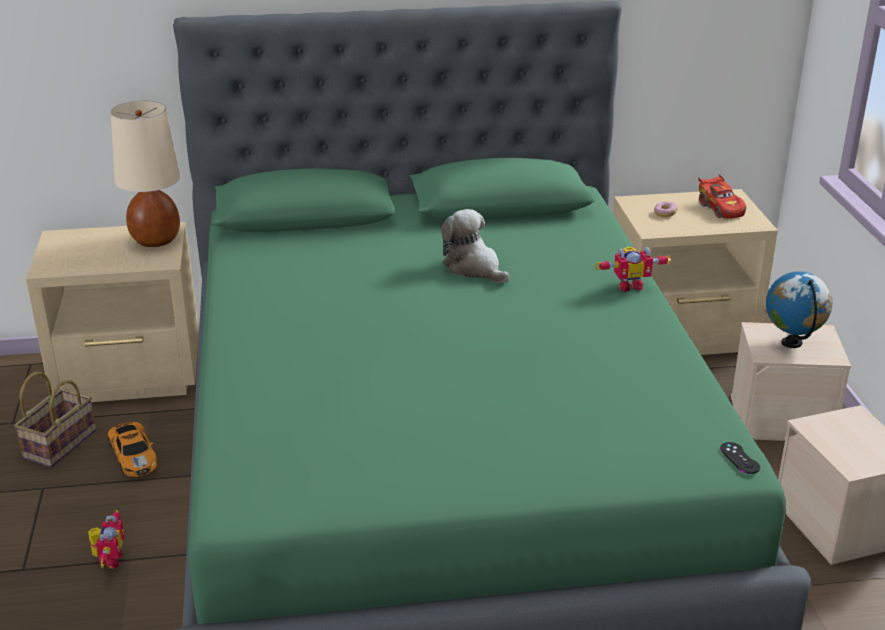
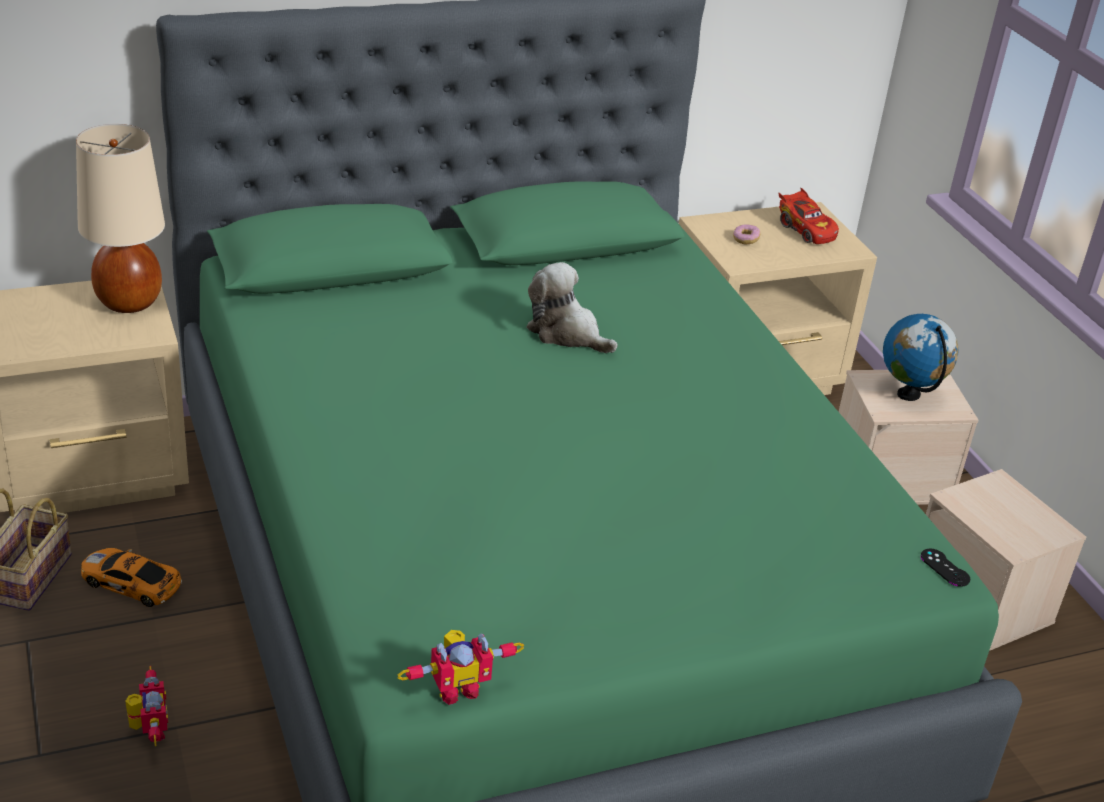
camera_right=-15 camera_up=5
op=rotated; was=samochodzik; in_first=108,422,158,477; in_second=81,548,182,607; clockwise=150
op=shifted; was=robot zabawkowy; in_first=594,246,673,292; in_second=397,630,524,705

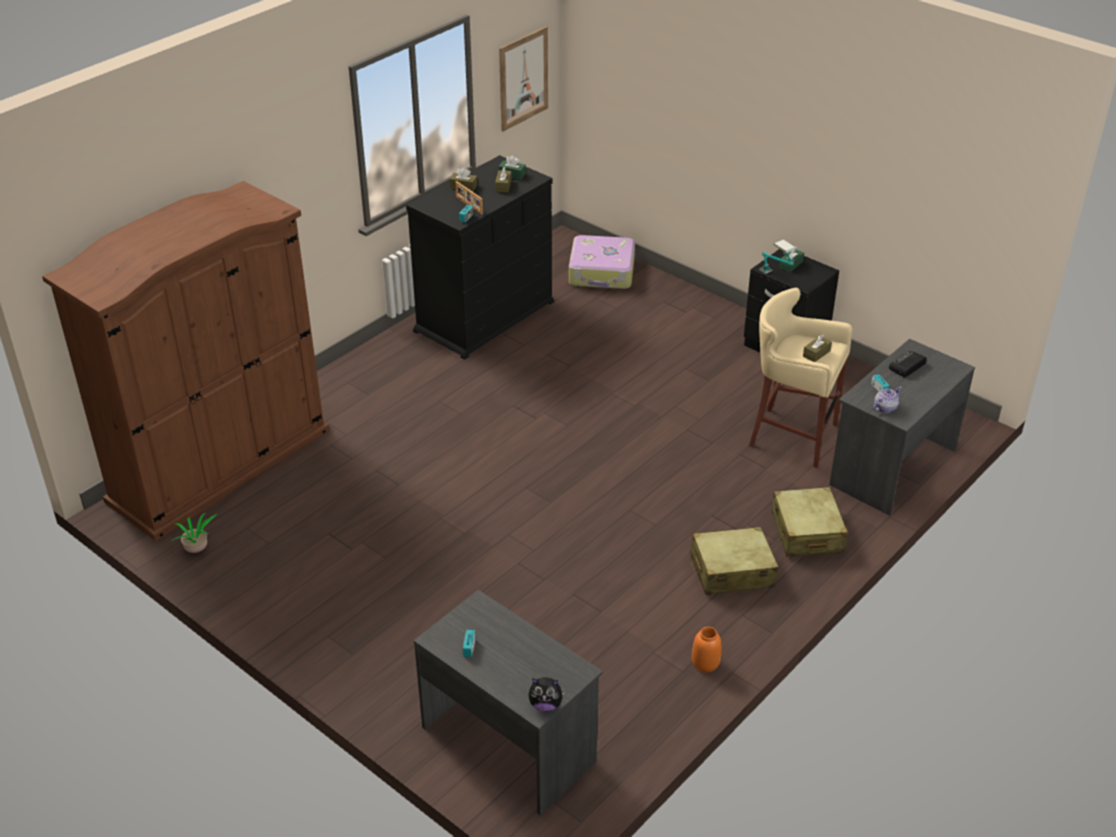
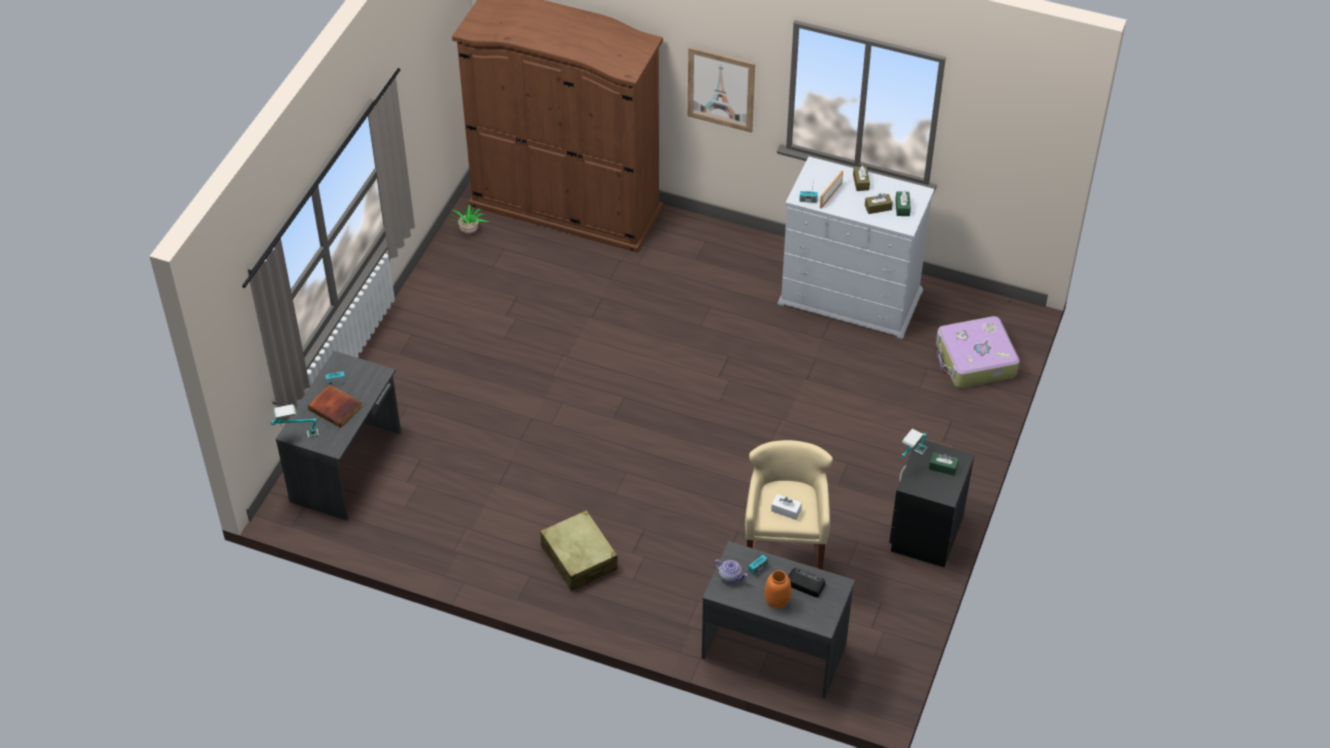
camera_right=70 camera_up=10
op=swapped; was=pluszak; now=lampa stołowa; in_first=528,677,566,712; in_second=271,404,319,438
op=new; now=książka; in_second=308,384,363,428
op=shifted; was=obraz; in_first=499,26,548,131; in_second=688,47,755,133
op=shifted; was=wazon [pomarańczowy]; in_first=692,627,722,673; in_second=765,570,791,609
op=repainted; was=pudełko chusteczek [brązowy]; now=pudełko chusteczek [biały]; in_first=803,334,832,362; in_second=771,494,802,520
op=repainted; was=komoda [czarny]; now=komoda [biały]; in_first=406,155,554,360; in_second=778,157,934,339
op=gone; was=walizka [beżowy]; in_first=772,487,848,557

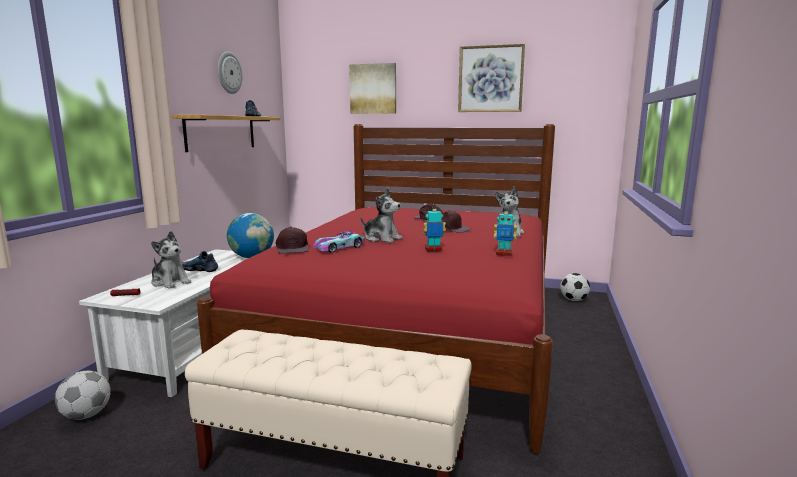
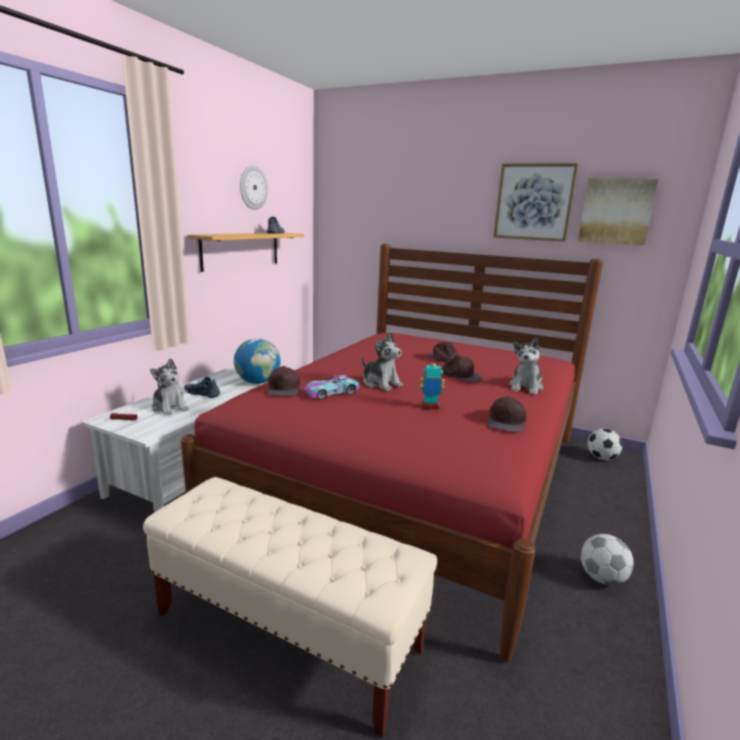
camera_right=10 camera_up=5
op=swapped; was=robot zabawkowy; now=czapka z daszkiem [brązowy]; in_first=494,210,517,256; in_second=487,396,527,432
op=shifted; was=obraz; in_first=349,63,396,114; in_second=578,178,658,245
op=shifted; was=piłka futbolowa; in_first=55,371,111,420; in_second=580,534,634,585

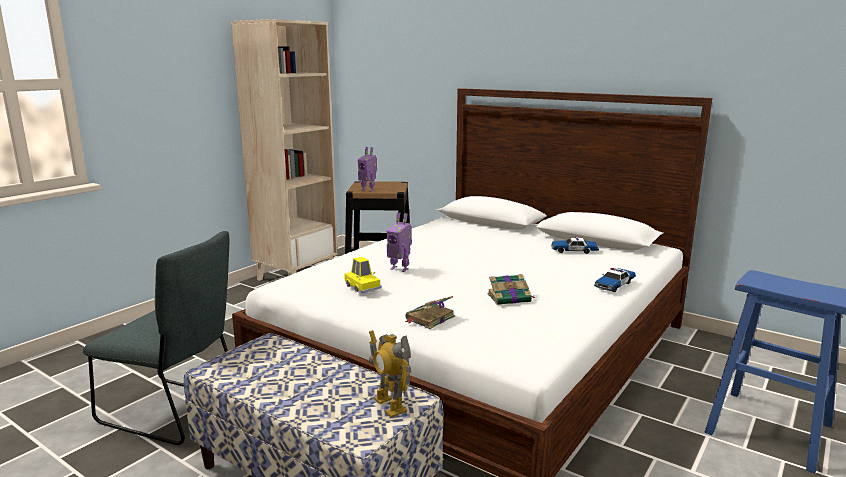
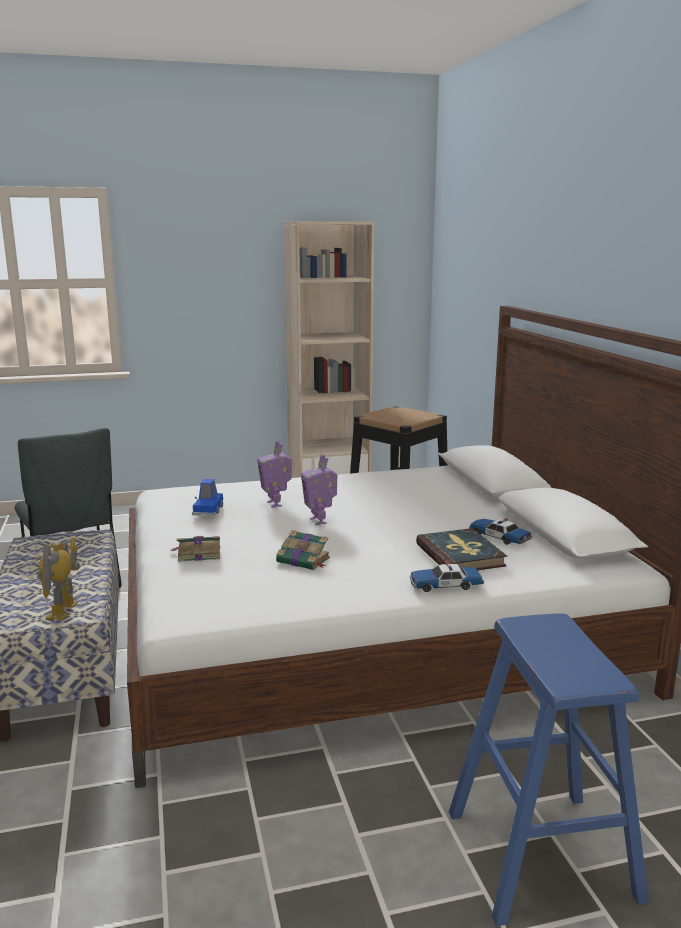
camera_right=40 camera_up=0
op=repainted; was=samochodzik [żółty]; now=samochodzik [niebieski]; in_first=344,257,381,293; in_second=192,479,223,516
op=shifted; was=robot zabawkowy; in_first=358,147,377,192; in_second=301,455,337,525
op=new; now=książka; in_second=416,528,507,570

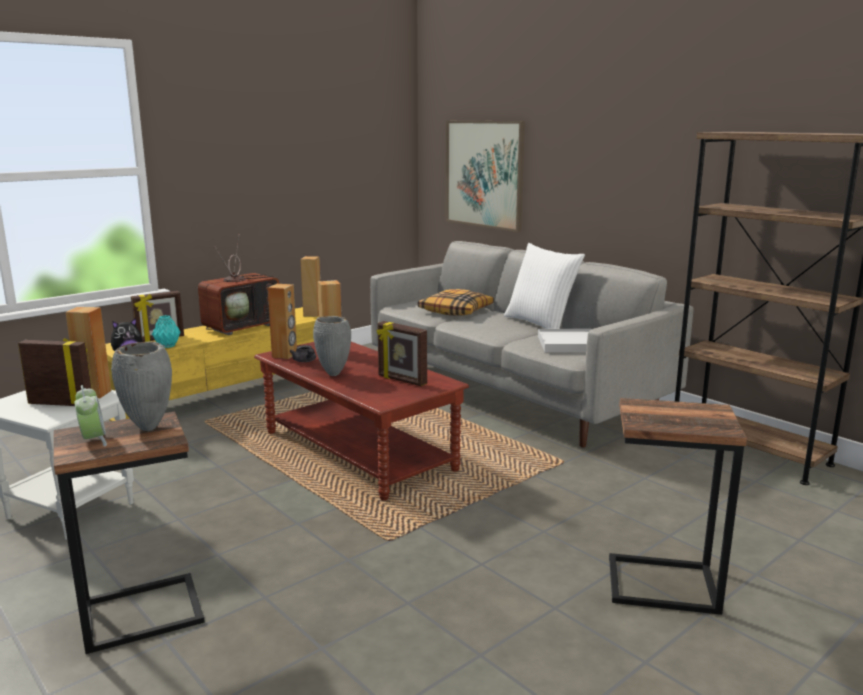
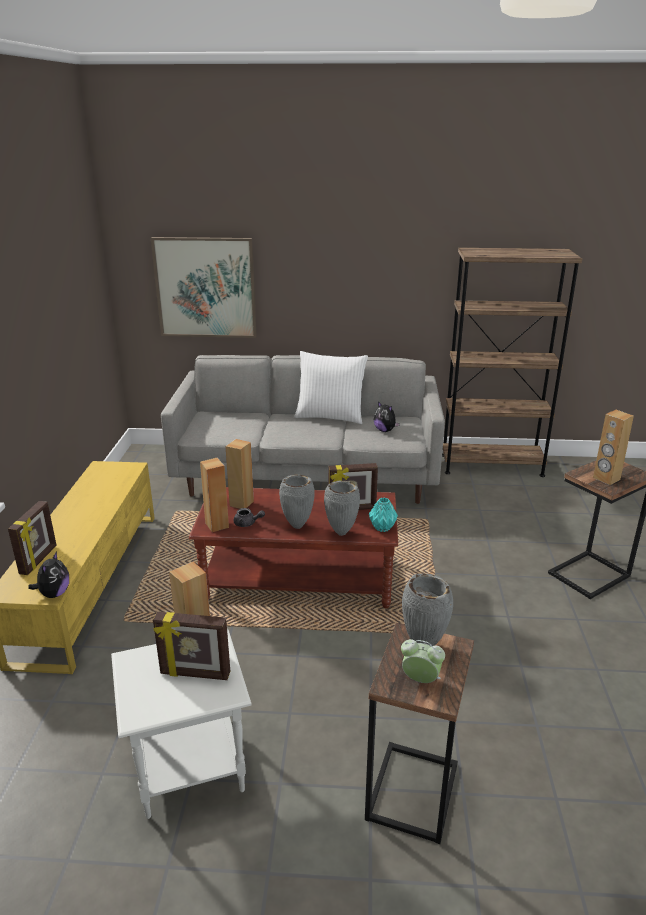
camera_right=-45 camera_up=10
op=rotated; was=ramka na zdjęcie; in_first=18,338,92,406; in_second=153,611,230,680; clockwise=-135
op=new; now=wazon [szary]; in_second=324,481,360,536
op=shifted; was=wazon [turkusowy]; in_first=152,315,181,348; in_second=369,498,398,532
op=swapped; was=taca [biały]; now=pluszak; in_first=538,329,591,353; in_second=374,401,400,432
op=shifted; was=głośnik [brązowy]; in_first=300,256,321,317; in_second=593,410,634,485
op=gone; was=telewizor; in_first=198,234,280,335
op=gone; was=poduszka; in_first=418,289,494,316

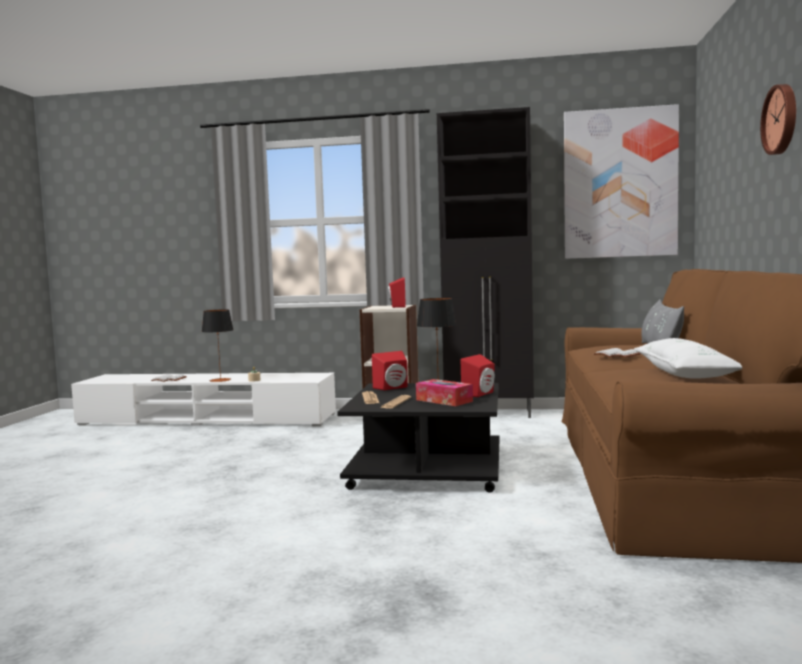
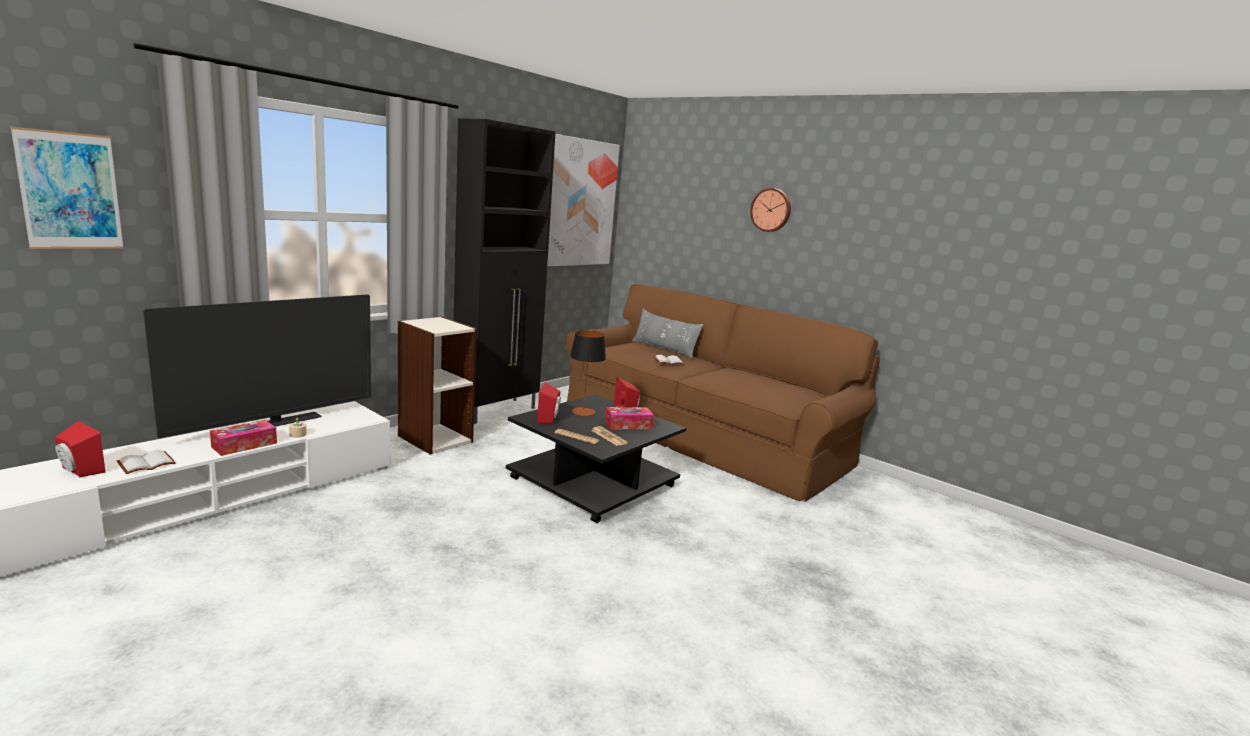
camera_right=-60 camera_up=10
op=new; now=obraz; in_second=10,126,124,249
op=shifted; was=głośnik [czerwony]; in_first=388,277,406,308; in_second=55,421,106,477
op=new; now=telewizor; in_second=143,294,371,438
op=swapped; was=lampa stołowa; now=pudełko chusteczek; in_first=202,309,233,382; in_second=210,420,277,456
op=gone; was=poduszka [biały]; in_first=634,338,742,379

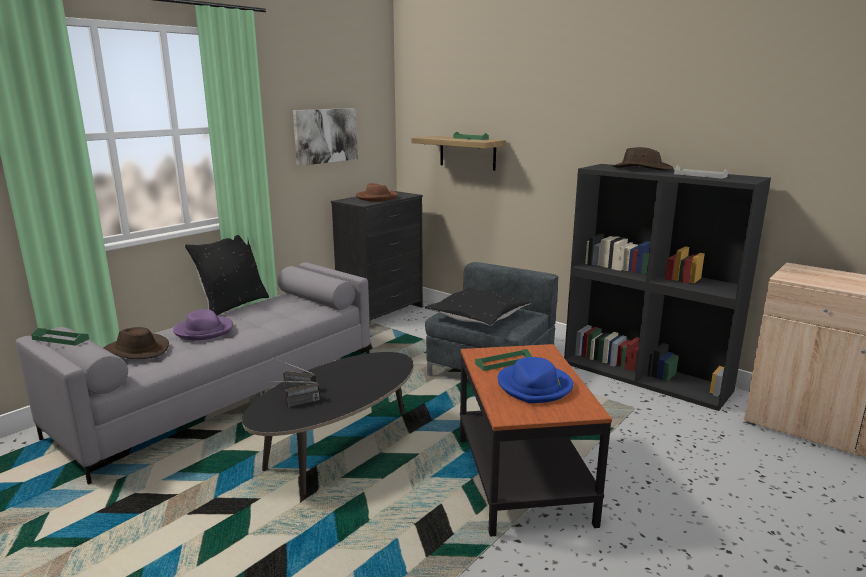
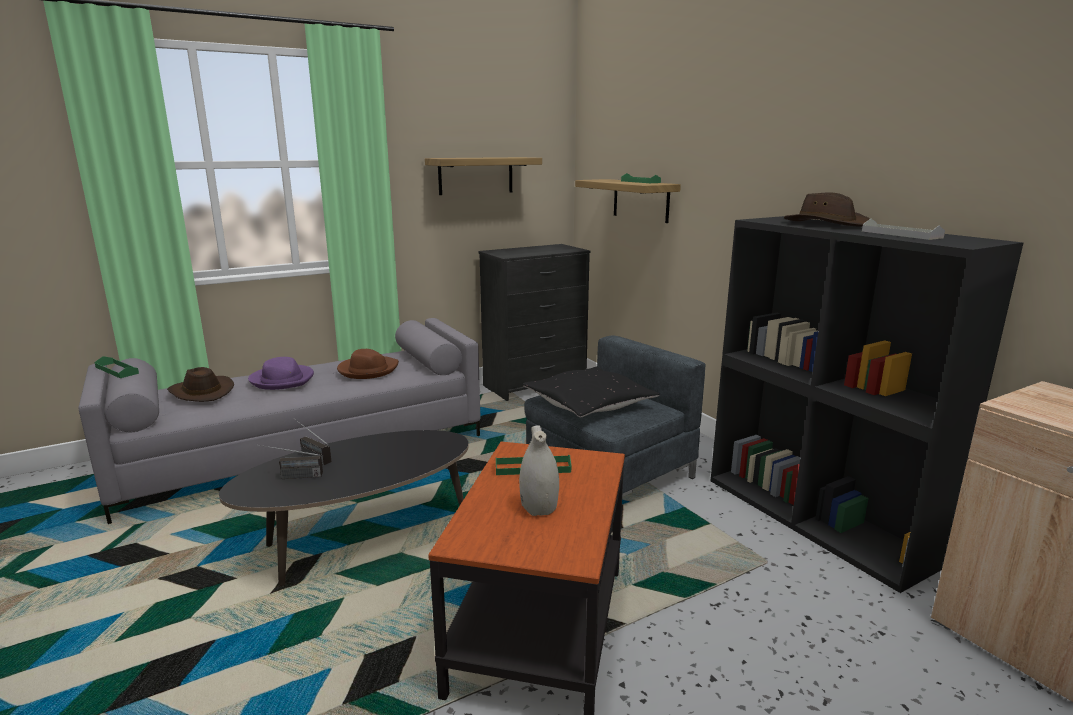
camera_right=20 camera_up=0
op=shifted; was=kapelusz [brązowy]; in_first=356,183,398,201; in_second=337,349,399,379
op=swapped; was=obraz; now=półka; in_first=293,108,358,166; in_second=425,157,542,195
op=swapped; was=kapelusz [niebieski]; now=wazon [biały]; in_first=498,357,573,403; in_second=519,426,559,516
op=gone; was=poduszka [czarny]; in_first=185,235,269,315

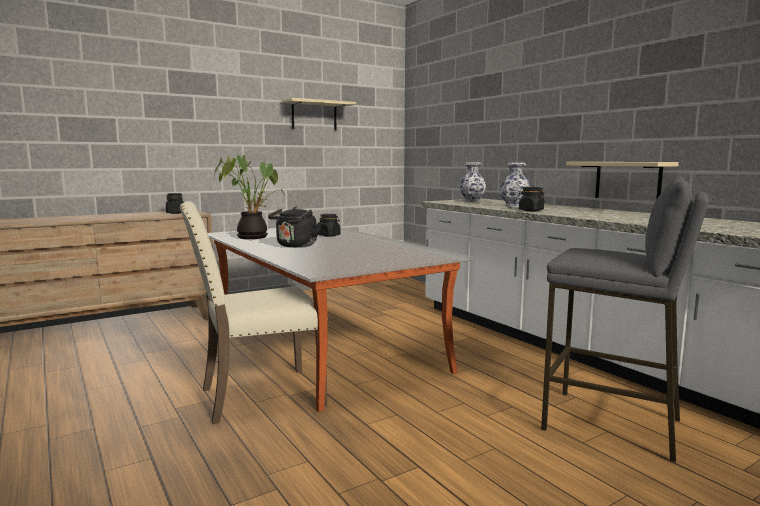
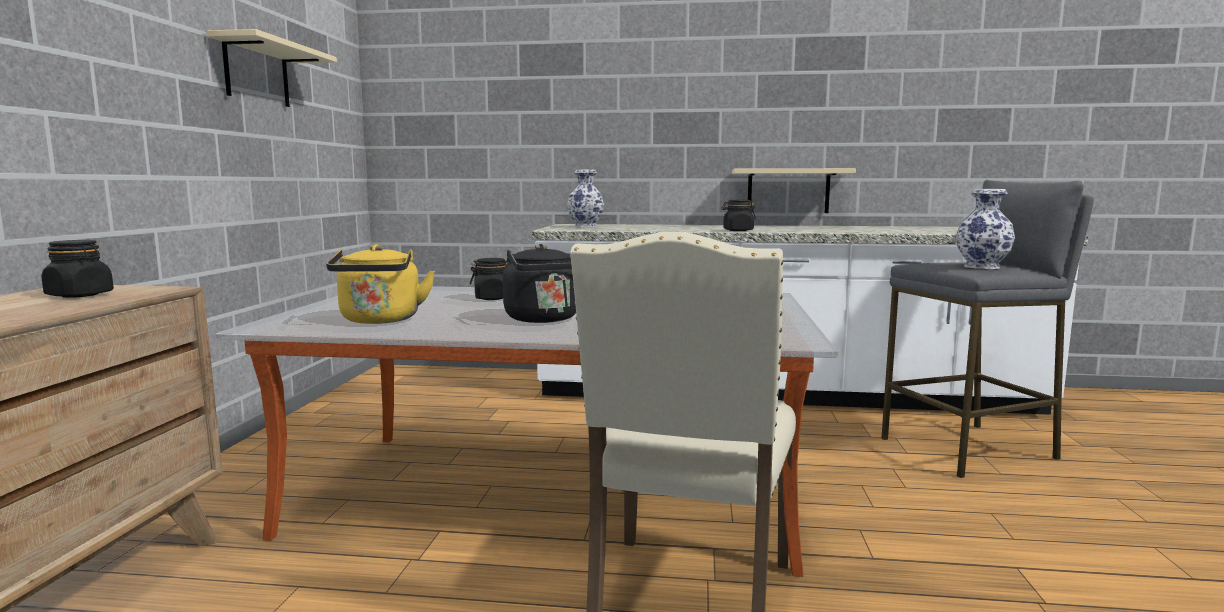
camera_right=-50 camera_up=0
op=swapped; was=roślina doniczkowa; now=czajnik [żółty]; in_first=214,155,285,239; in_second=326,244,435,324
op=shifted; was=wazon; in_first=500,163,531,207; in_second=956,189,1015,269

